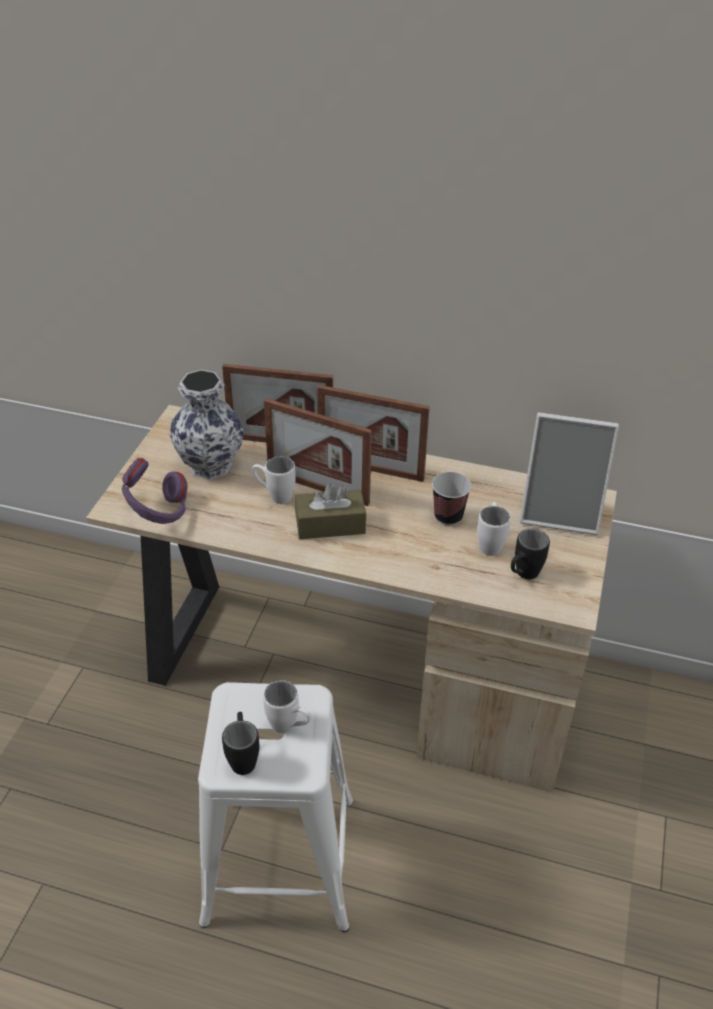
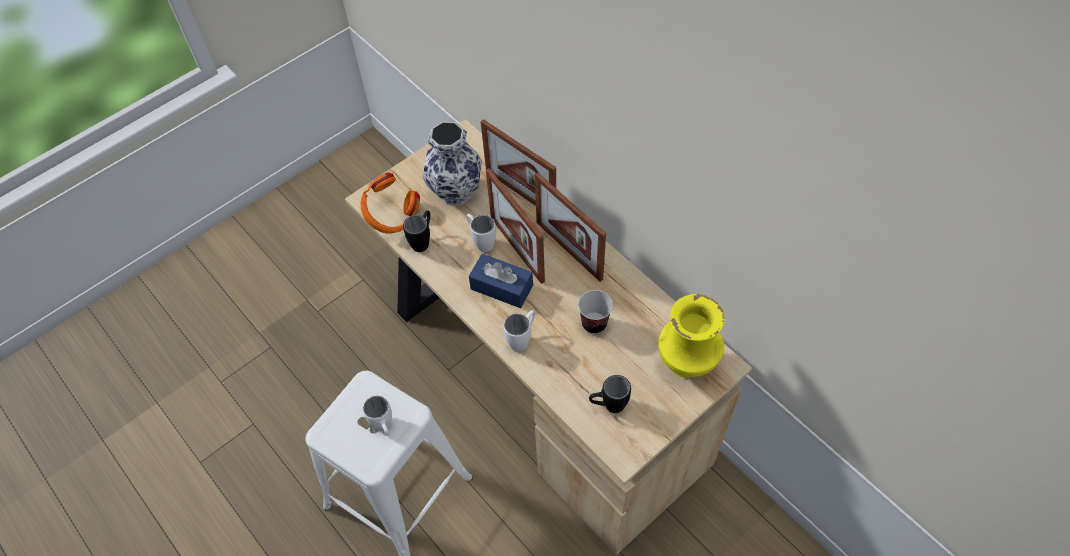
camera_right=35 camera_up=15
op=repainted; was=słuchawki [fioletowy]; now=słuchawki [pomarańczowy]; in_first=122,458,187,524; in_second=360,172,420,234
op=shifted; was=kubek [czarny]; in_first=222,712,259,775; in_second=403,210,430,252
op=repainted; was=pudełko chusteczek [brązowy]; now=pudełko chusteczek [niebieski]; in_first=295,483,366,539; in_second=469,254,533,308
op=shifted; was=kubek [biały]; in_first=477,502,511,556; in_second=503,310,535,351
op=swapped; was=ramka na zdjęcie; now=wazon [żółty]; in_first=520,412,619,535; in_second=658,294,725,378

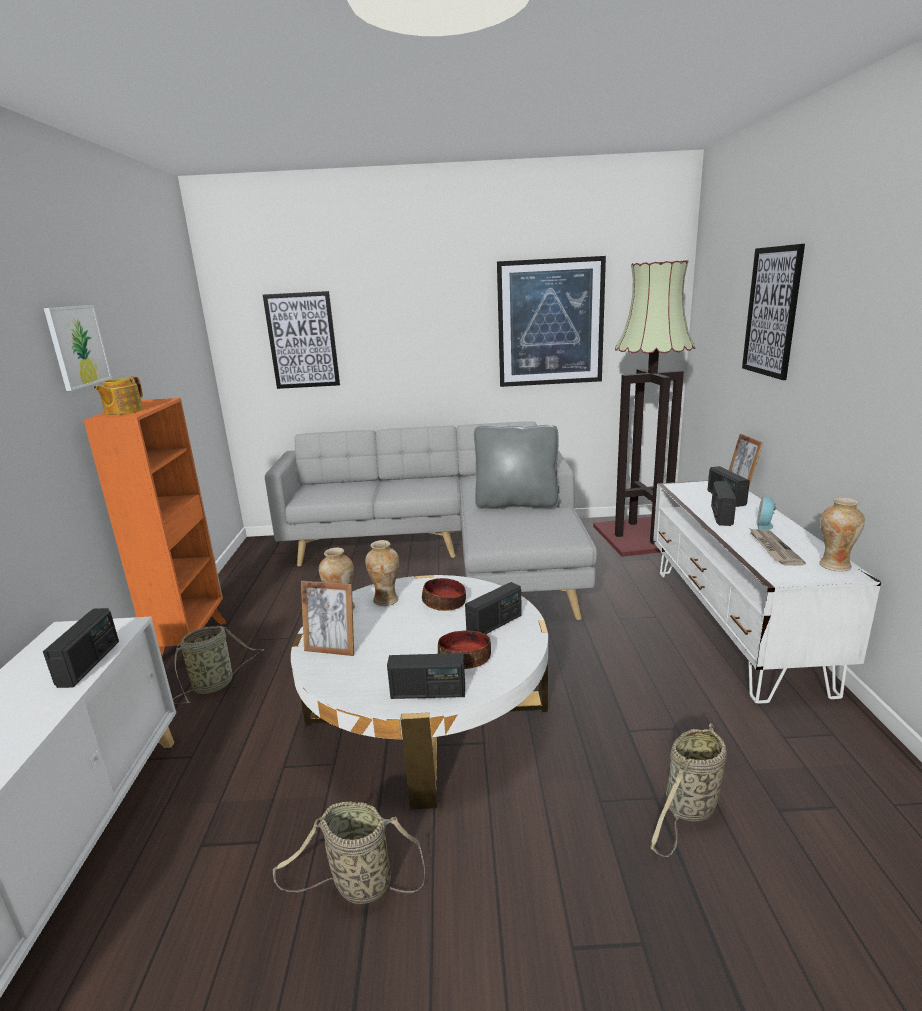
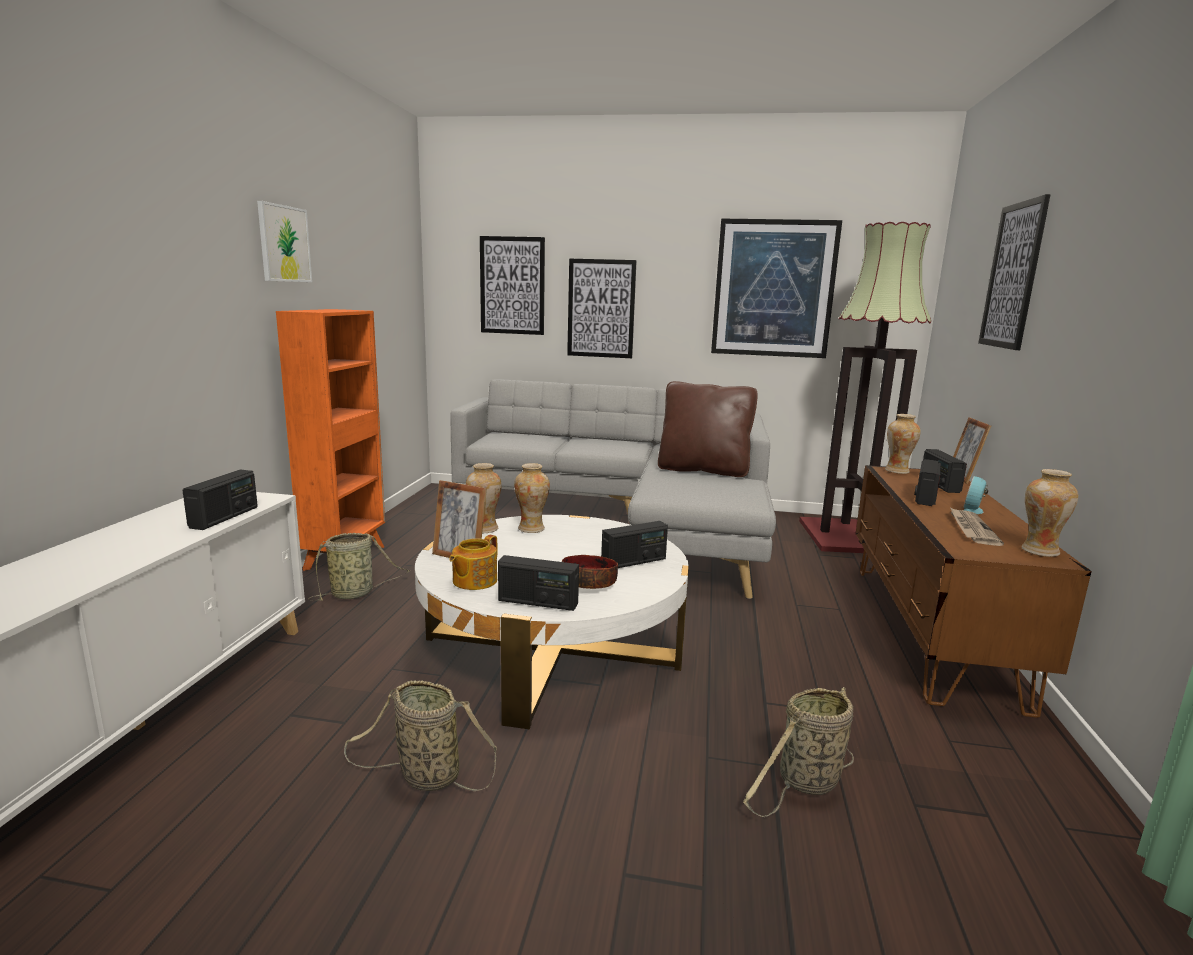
camera_right=10 camera_up=-5
op=shifted; was=imbryk; in_first=93,377,143,415; in_second=449,535,497,590
op=new; now=obraz; in_second=567,258,637,358
op=repainted; was=poduszka [szary]; now=poduszka [brązowy]; in_first=474,425,559,509; in_second=658,381,757,477
op=repainted; was=szafka pod telewizor [biały]; now=szafka pod telewizor [brązowy]; in_first=653,481,881,704; in_second=856,465,1092,718
op=new; now=wazon; in_second=885,414,921,474
op=gone; was=miska; in_first=422,578,466,611

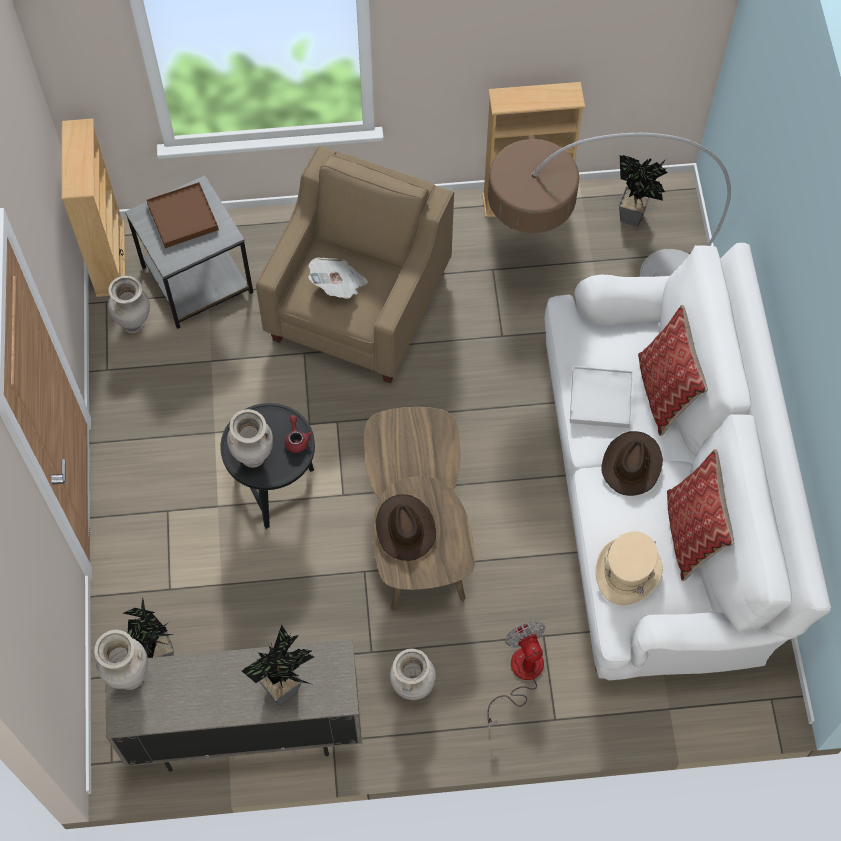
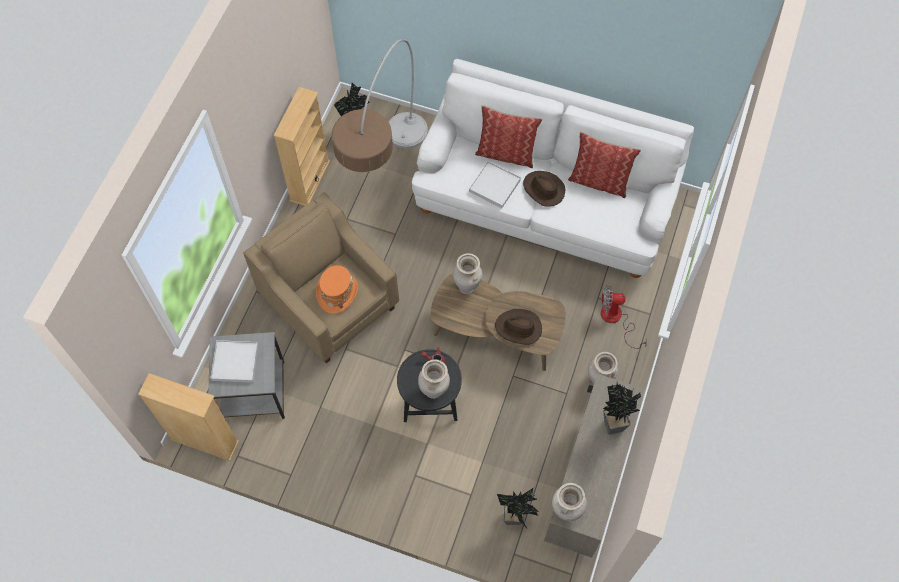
camera_right=-65 camera_up=0
op=repainted; was=taca [brązowy]; now=taca [biały]; in_first=146,182,219,248; in_second=211,340,258,383
op=swapped; was=gazeta; now=kapelusz [pomarańczowy]; in_first=308,257,368,299; in_second=316,265,358,314
op=shifted; was=wazon [beżowy]; in_first=108,276,150,333; in_second=453,253,482,294
op=gone; was=kapelusz [beżowy]; in_first=596,531,663,606

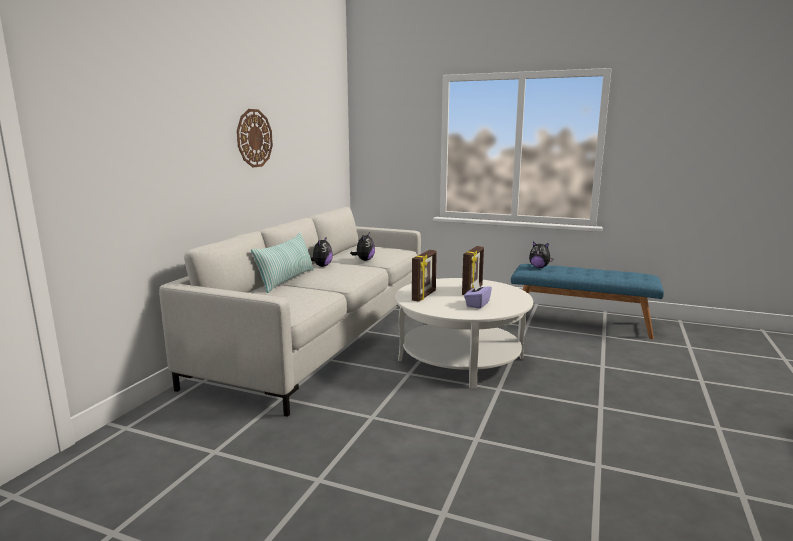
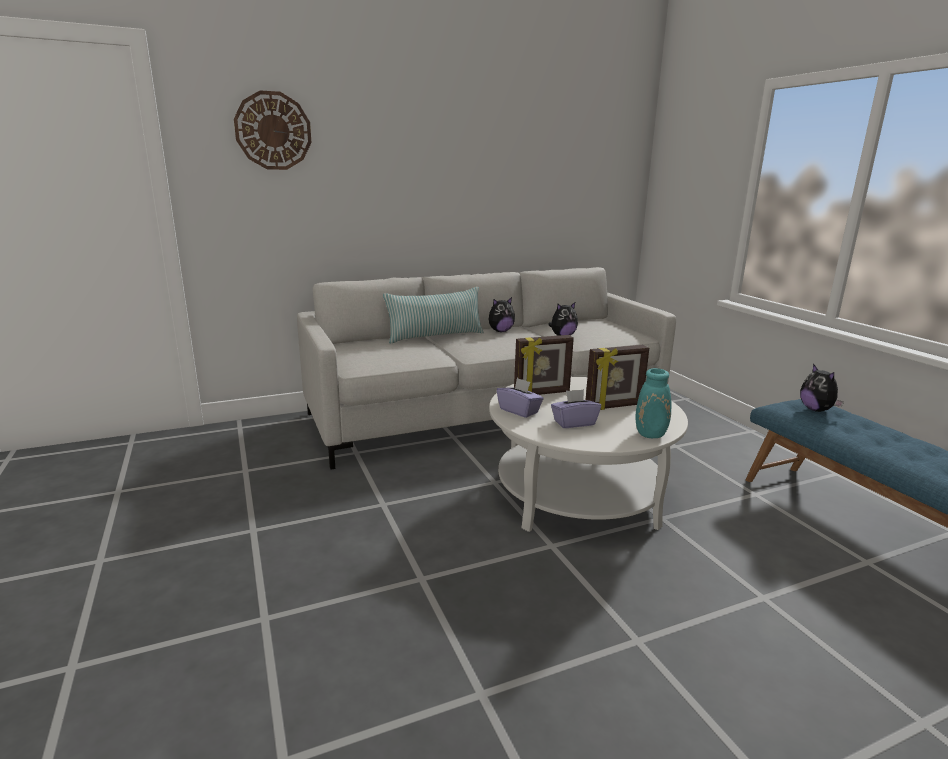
camera_right=45 camera_up=5
op=shifted; was=zegar ścienny; in_first=237,109,273,167; in_second=234,90,312,170
op=new; now=pudełko chusteczek [fioletowy]; in_second=497,378,544,418
op=new; now=wazon [turkusowy]; in_second=635,357,683,438

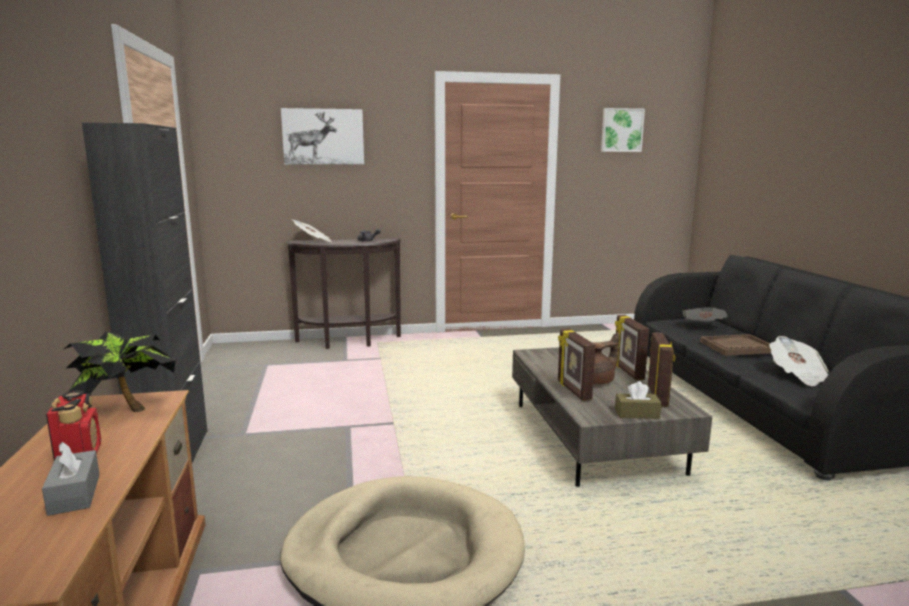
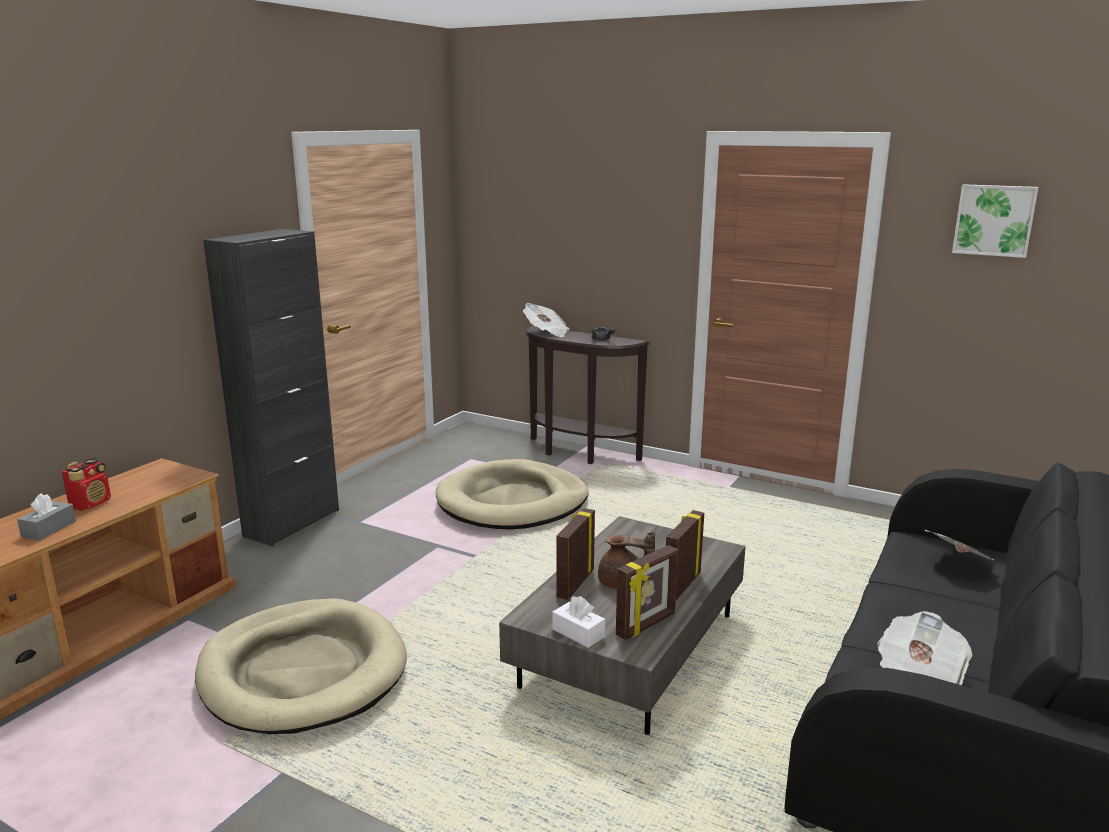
camera_right=40 camera_up=5
op=new; now=legowisko [beżowy]; in_second=435,459,589,530
op=repainted; was=pudełko chusteczek [brązowy]; now=pudełko chusteczek [biały]; in_first=615,381,661,419; in_second=552,596,605,648
op=gone; was=roślina doniczkowa; in_first=64,331,176,412
op=gone; was=obraz; in_first=281,108,364,164
op=gone; was=taca [brązowy]; in_first=700,334,771,356

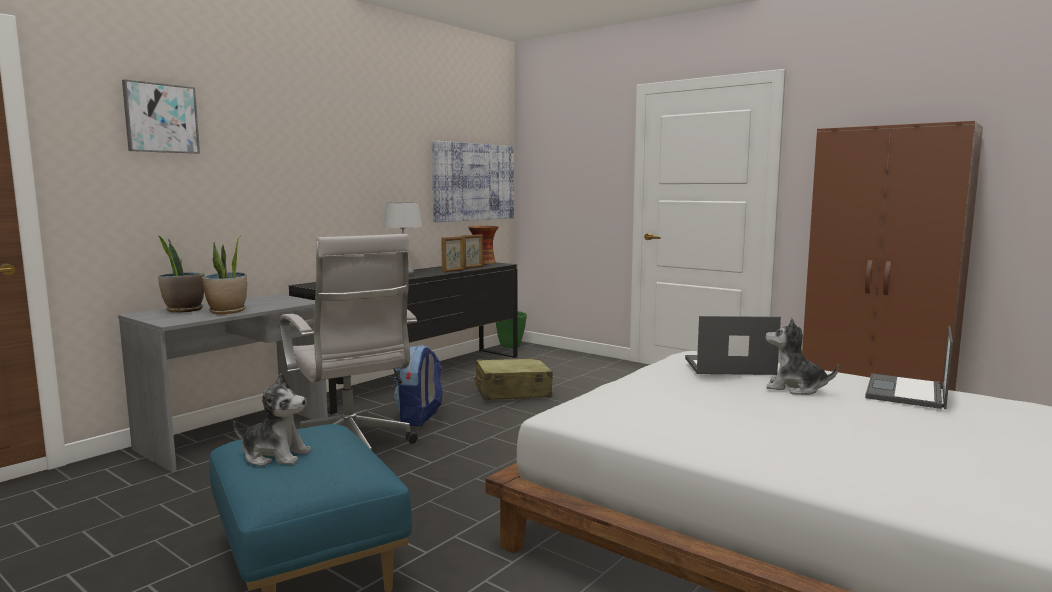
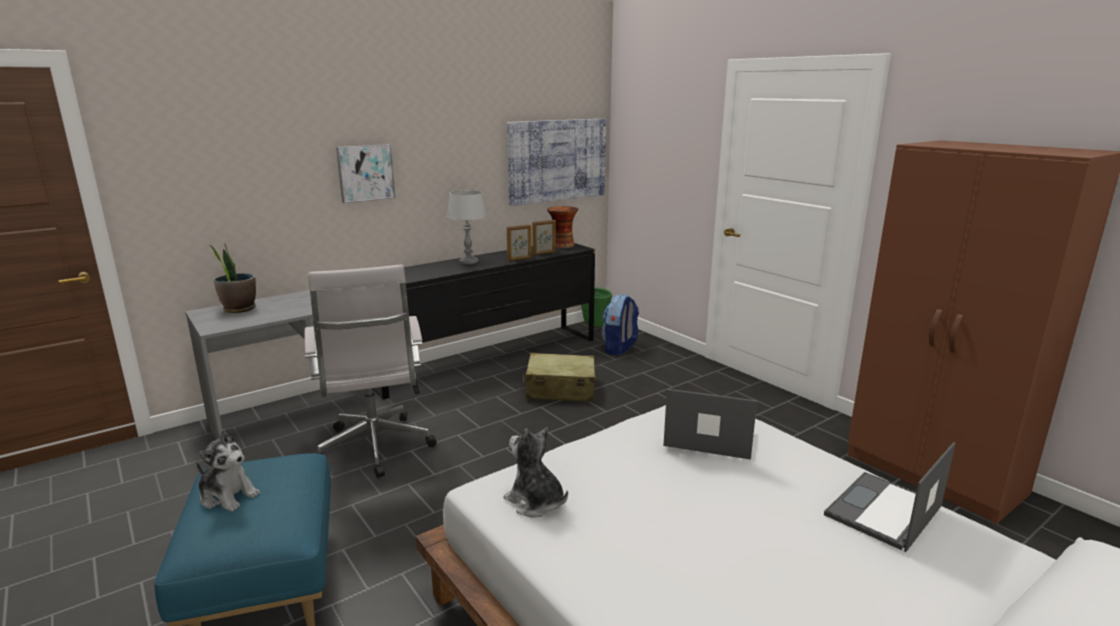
camera_right=15 camera_up=10
op=shifted; was=obraz; in_first=122,79,200,154; in_second=336,144,395,203
op=shifted; was=pluszak; in_first=765,318,839,395; in_second=504,427,568,518
op=shifted; was=plecak; in_first=394,345,443,426; in_second=601,294,639,355
op=gone; was=roślina doniczkowa; in_first=202,235,247,314

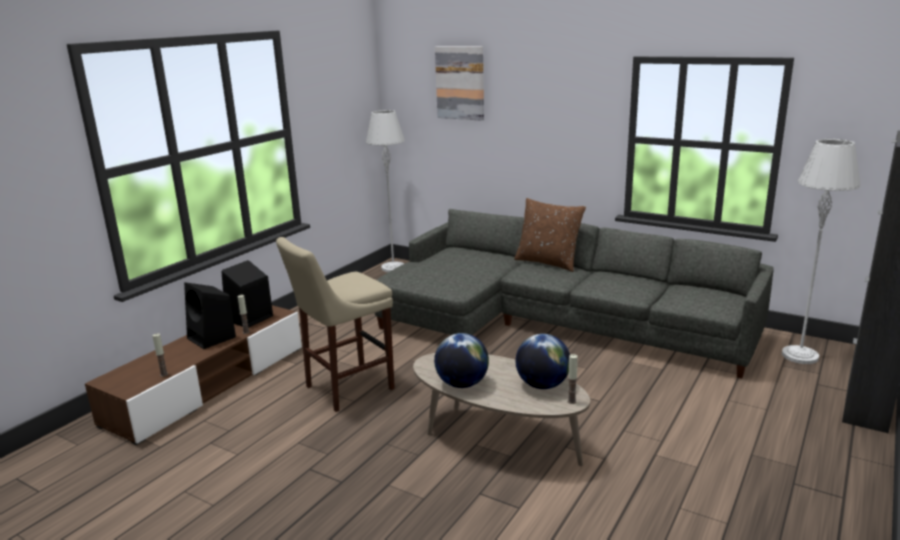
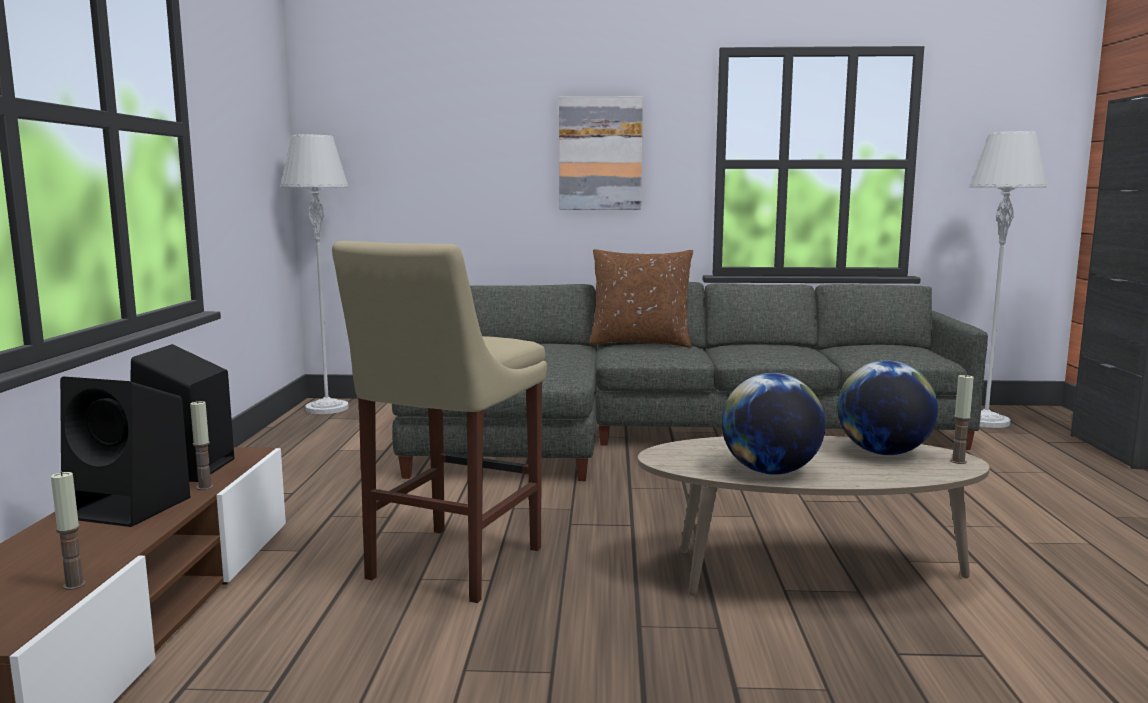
camera_right=-30 camera_up=-10
op=shifted; was=obraz; in_first=435,46,484,121; in_second=559,97,643,210

